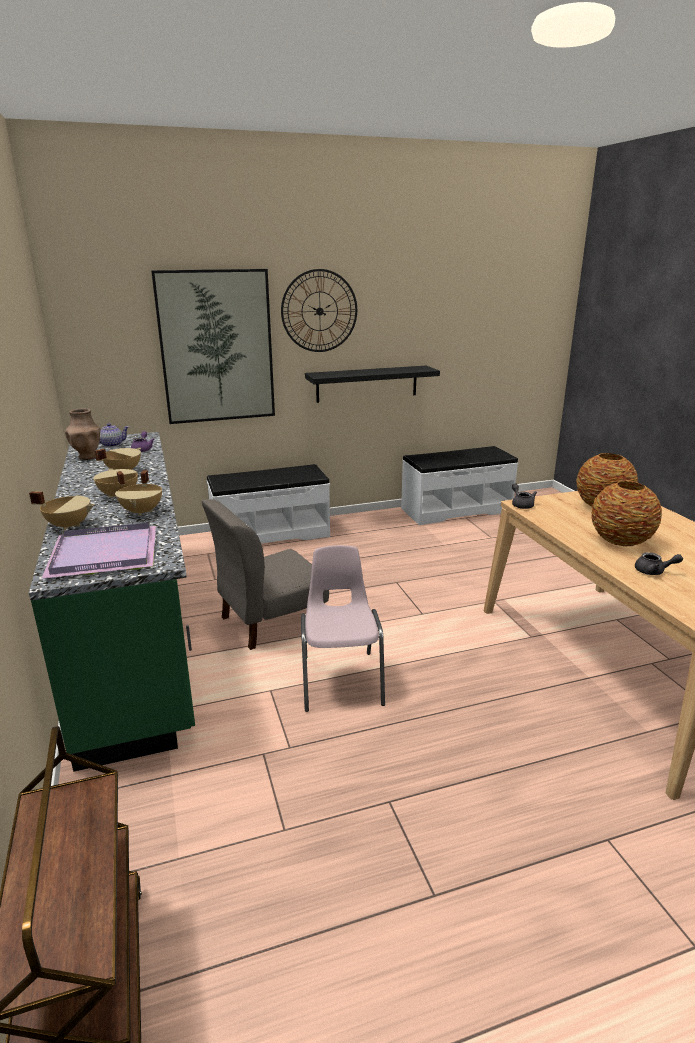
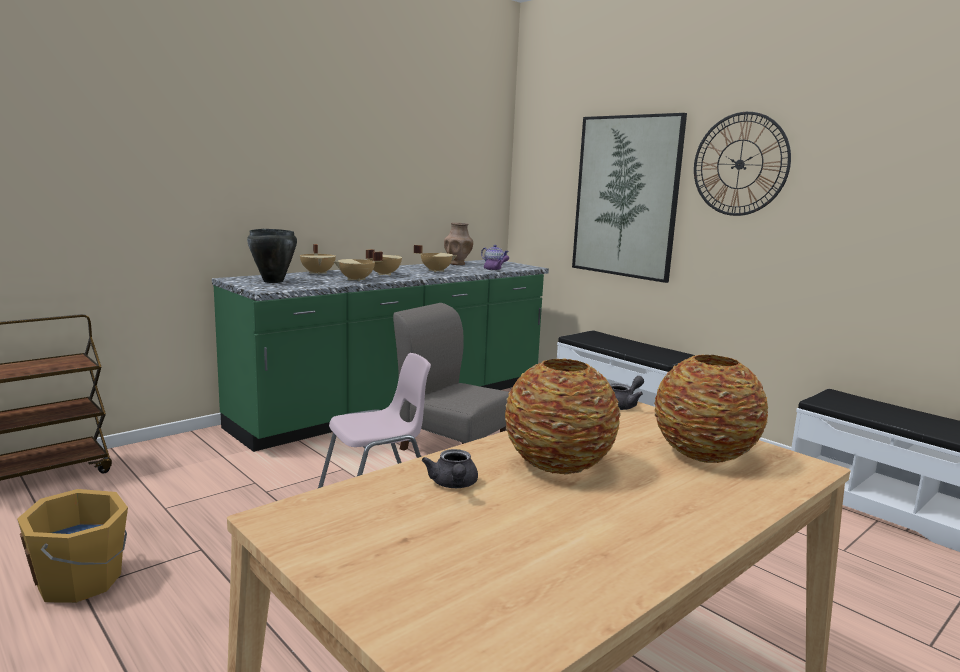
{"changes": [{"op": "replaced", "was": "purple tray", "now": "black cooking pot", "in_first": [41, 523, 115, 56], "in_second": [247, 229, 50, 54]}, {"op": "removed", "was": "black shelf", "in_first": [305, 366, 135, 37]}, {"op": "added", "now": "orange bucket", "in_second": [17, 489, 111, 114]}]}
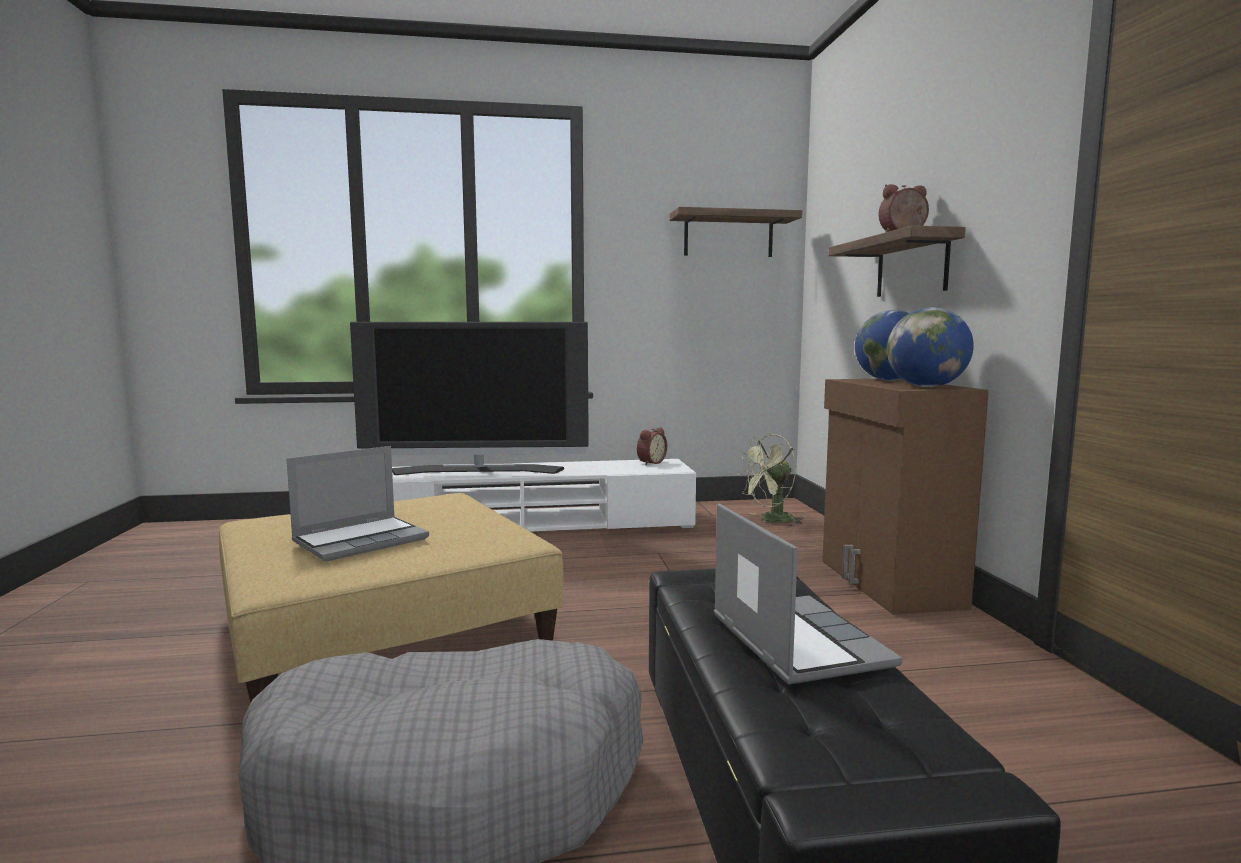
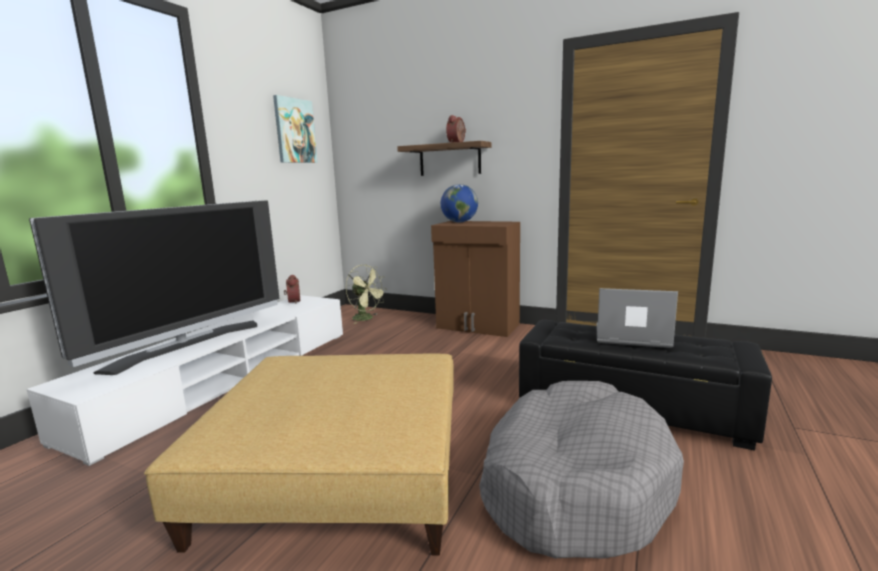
{"changes": [{"op": "removed", "was": "laptop", "in_first": [286, 446, 143, 116]}, {"op": "replaced", "was": "shelf", "now": "picture", "in_first": [670, 207, 132, 50], "in_second": [273, 95, 45, 68]}, {"op": "turned", "was": "green fan", "in_first": [738, 434, 66, 93], "in_second": [346, 265, 41, 59], "clockwise": -60}, {"op": "removed", "was": "globe", "in_first": [887, 308, 87, 79]}]}
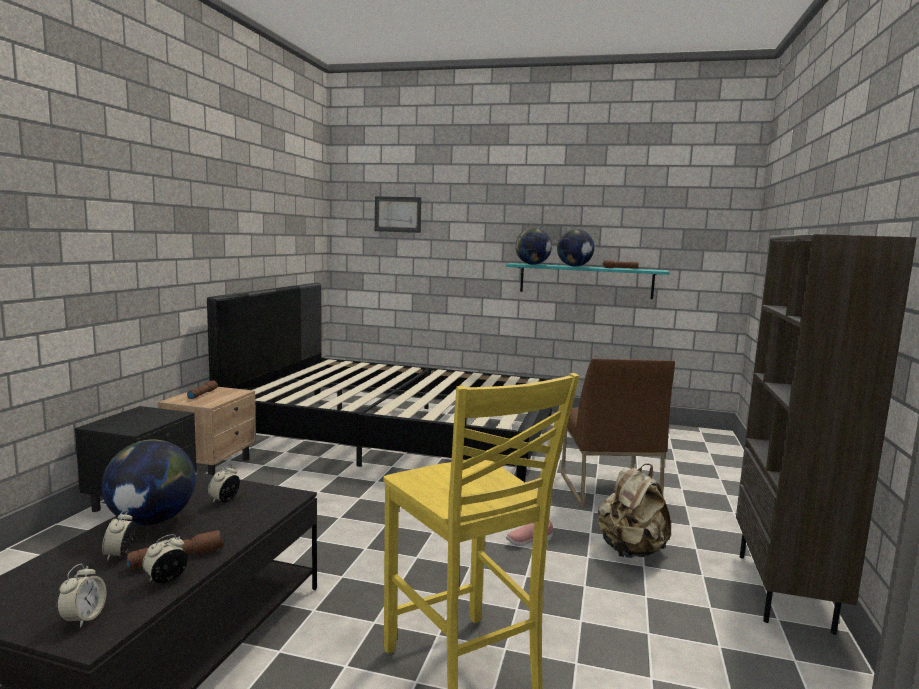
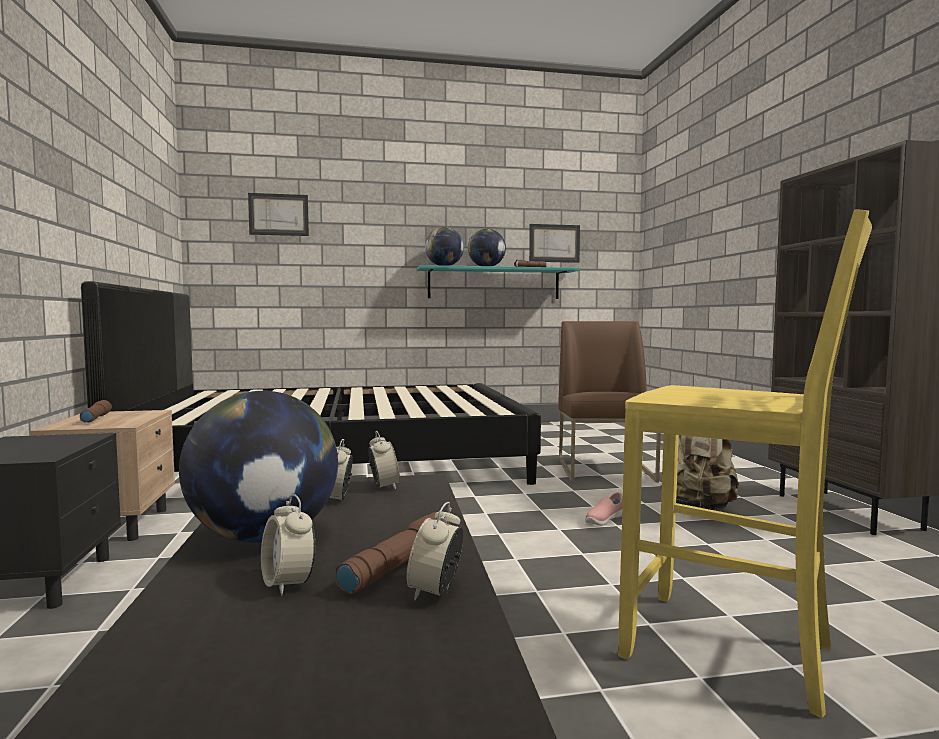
{"changes": [{"op": "moved", "was": "alarm clock", "in_first": [57, 564, 49, 64], "in_second": [368, 431, 32, 59]}, {"op": "turned", "was": "brown chair", "in_first": [561, 358, 114, 150], "in_second": [558, 321, 103, 162], "clockwise": -150}, {"op": "added", "now": "picture", "in_second": [529, 224, 51, 39]}]}
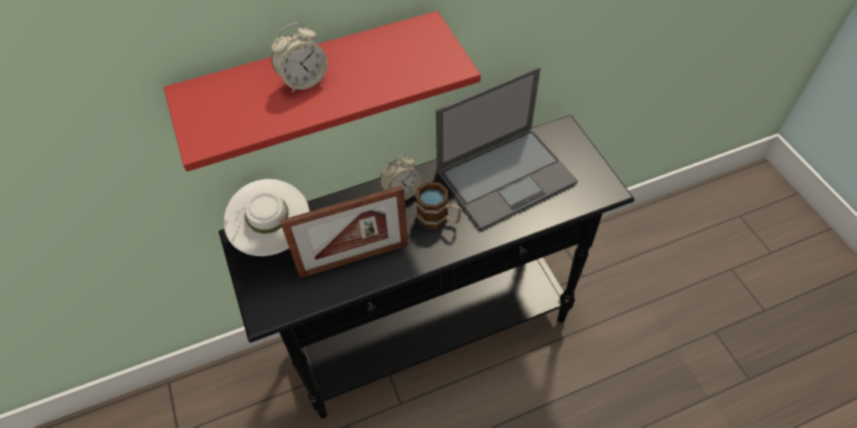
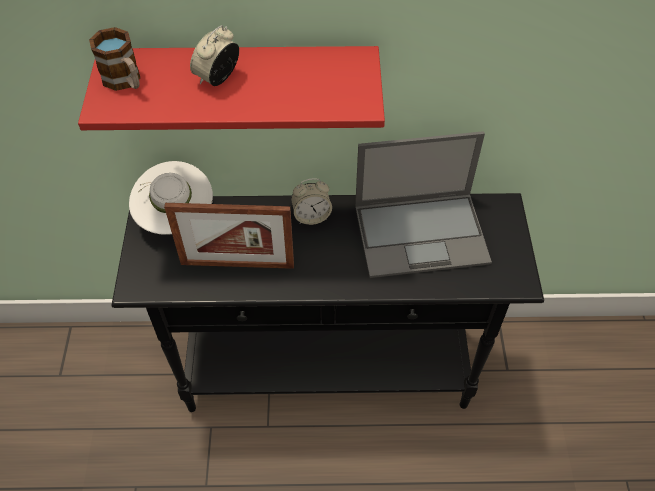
{"changes": [{"op": "turned", "was": "alarm clock", "in_first": [271, 23, 56, 70], "in_second": [190, 25, 49, 61], "clockwise": 135}, {"op": "moved", "was": "mug", "in_first": [416, 182, 46, 47], "in_second": [89, 27, 51, 64]}]}
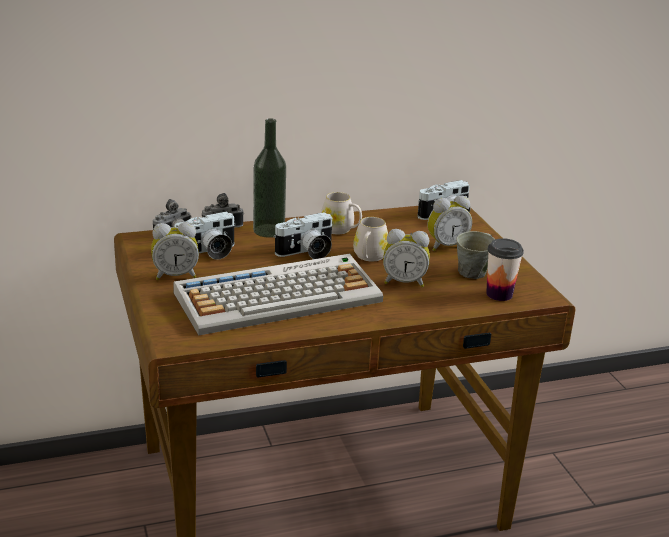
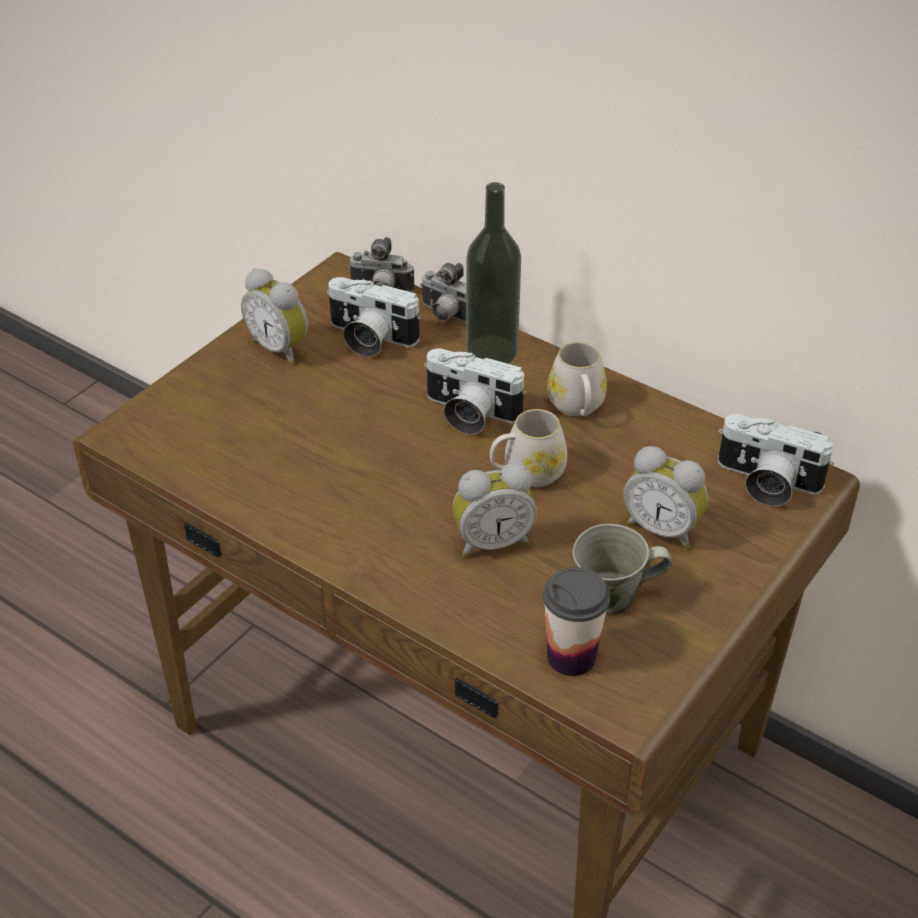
{"changes": [{"op": "removed", "was": "keyboard", "in_first": [173, 254, 210, 82]}, {"op": "turned", "was": "alarm clock", "in_first": [383, 229, 47, 58], "in_second": [452, 463, 85, 94], "clockwise": -75}]}
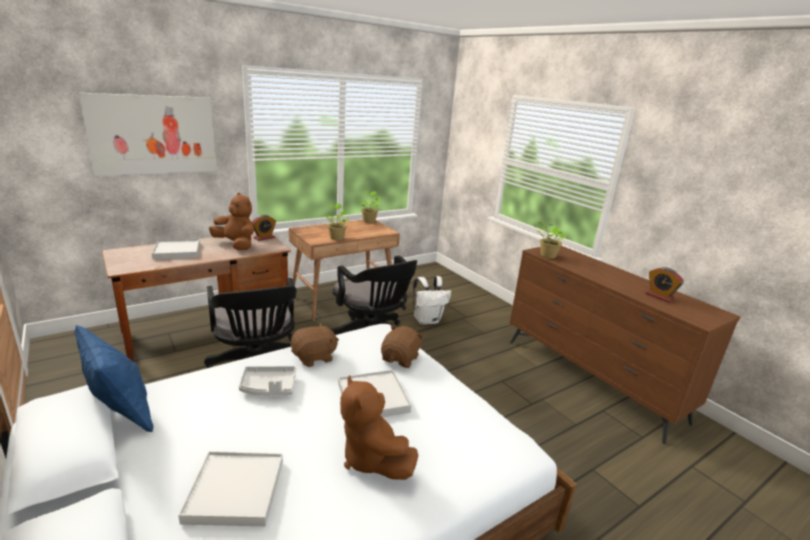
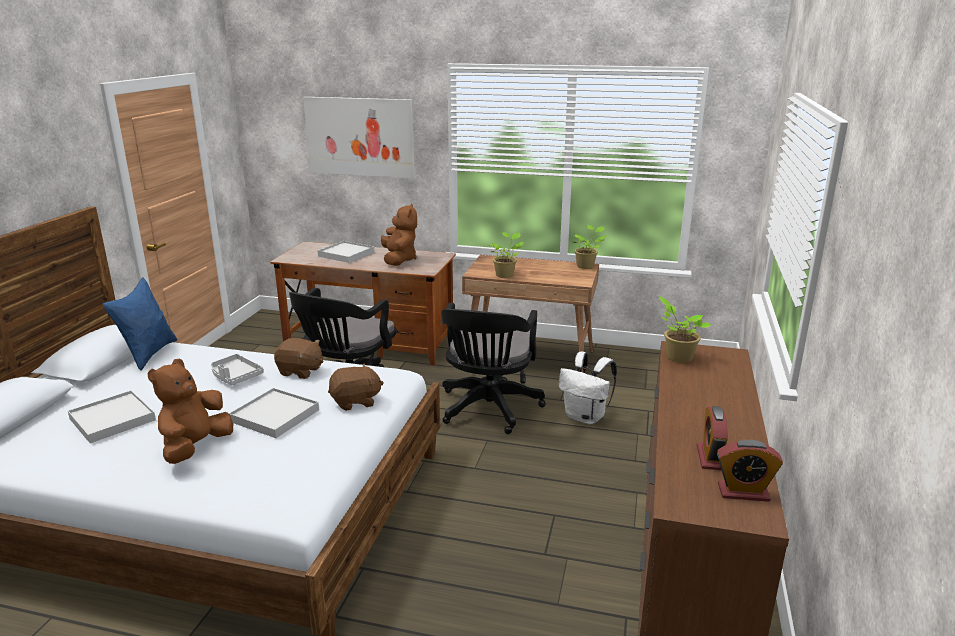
{"changes": [{"op": "moved", "was": "alarm clock", "in_first": [252, 215, 24, 26], "in_second": [717, 440, 66, 62]}]}
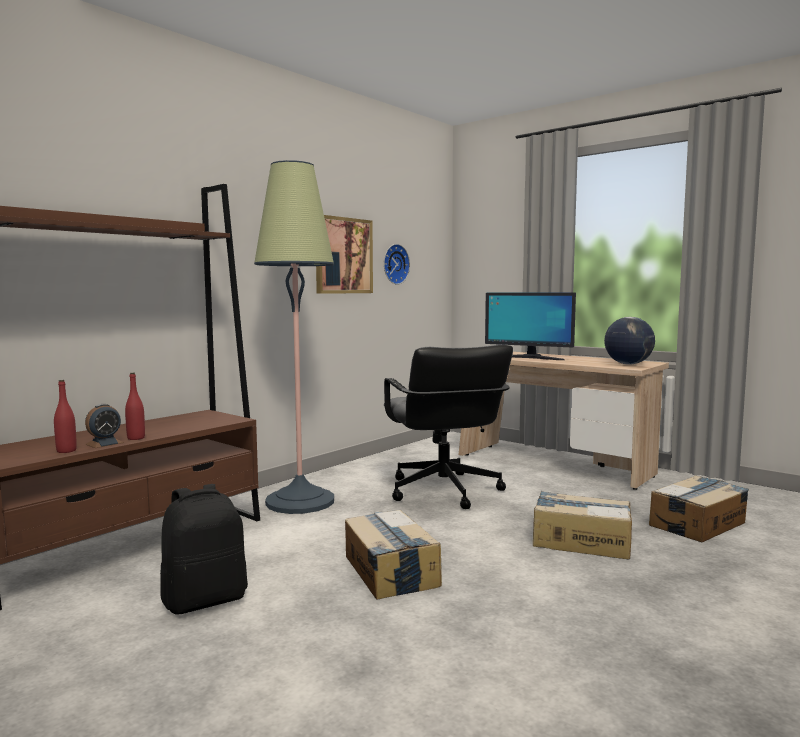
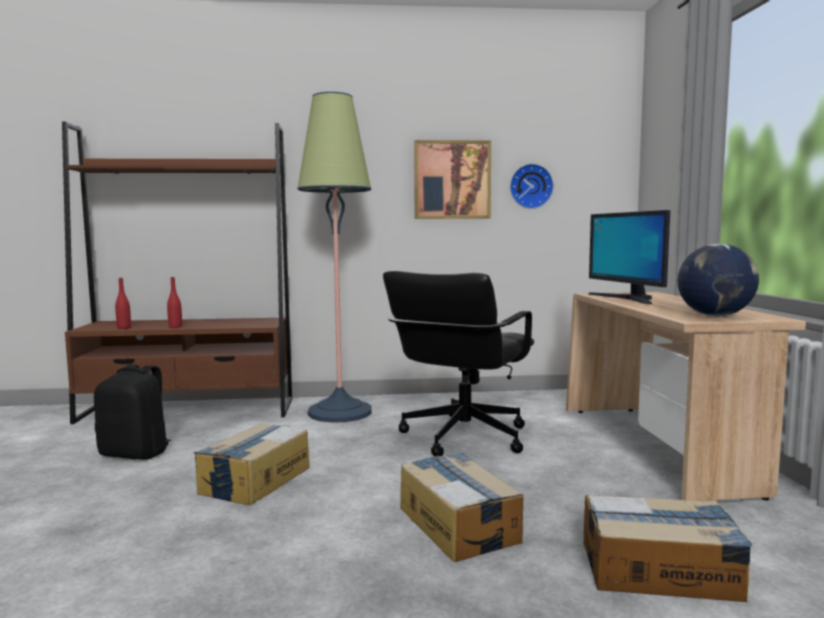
{"changes": [{"op": "removed", "was": "alarm clock", "in_first": [85, 404, 39, 44]}]}
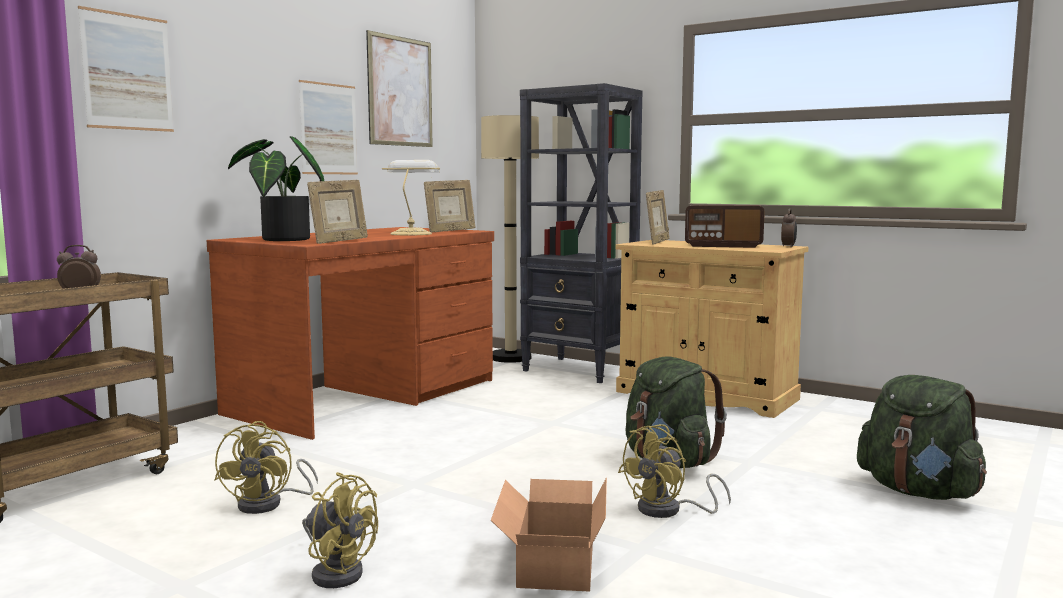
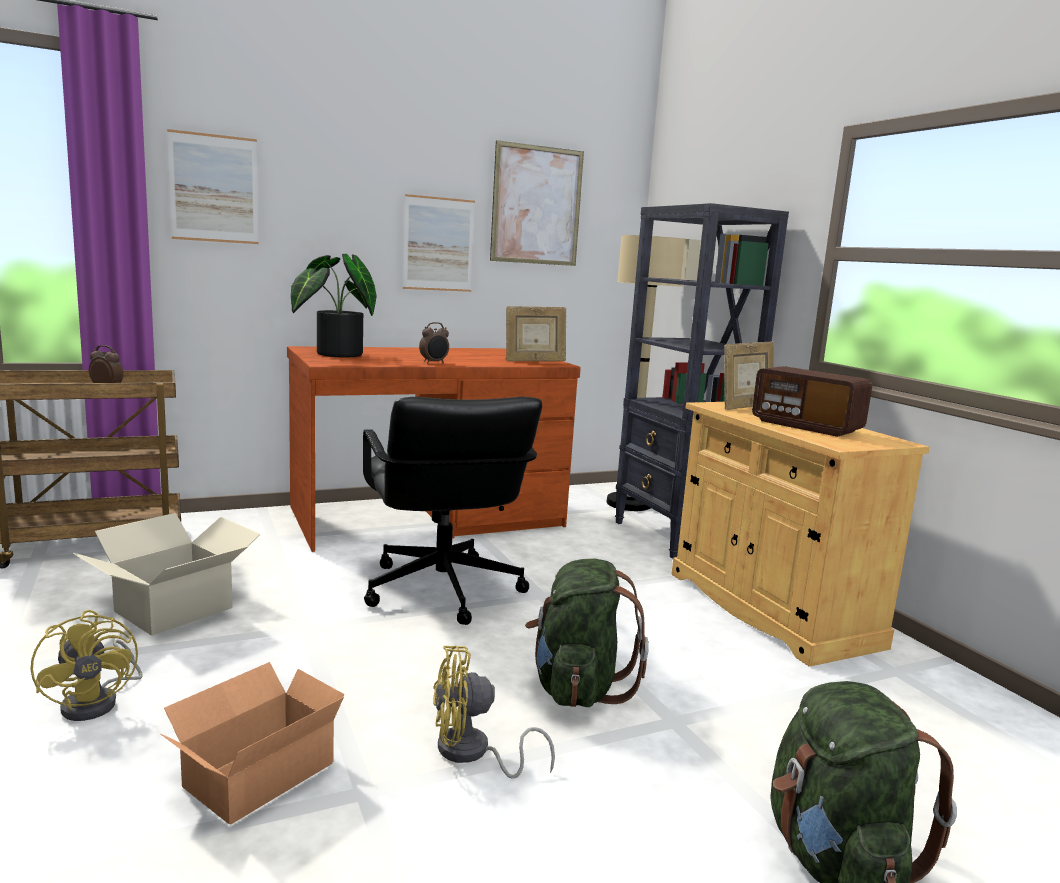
{"changes": [{"op": "replaced", "was": "yellow fan", "now": "cardboard box", "in_first": [214, 421, 104, 93], "in_second": [73, 513, 188, 123]}, {"op": "removed", "was": "picture frame", "in_first": [307, 180, 61, 64]}, {"op": "removed", "was": "table lamp", "in_first": [382, 160, 58, 76]}, {"op": "moved", "was": "alarm clock", "in_first": [781, 209, 16, 38], "in_second": [419, 322, 30, 41]}, {"op": "added", "now": "black office chair", "in_second": [363, 397, 179, 228]}]}
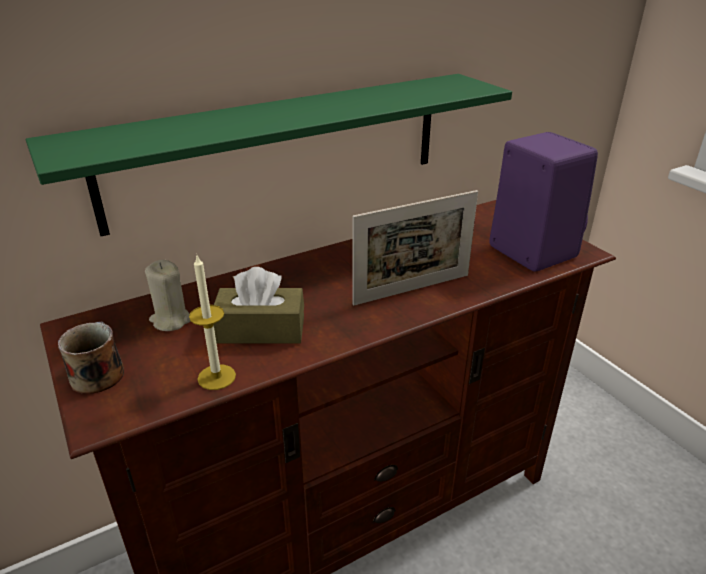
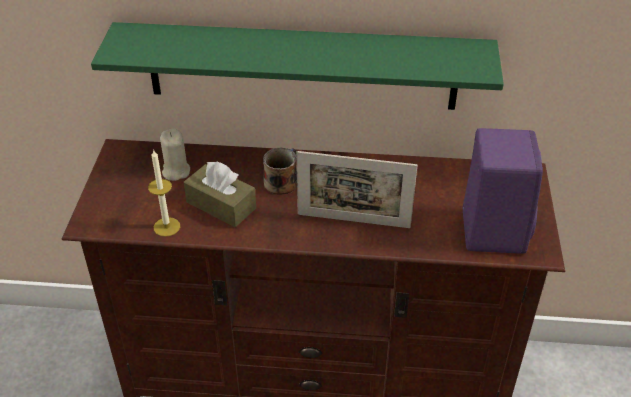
{"changes": [{"op": "moved", "was": "mug", "in_first": [58, 322, 66, 72], "in_second": [263, 148, 34, 47]}]}
